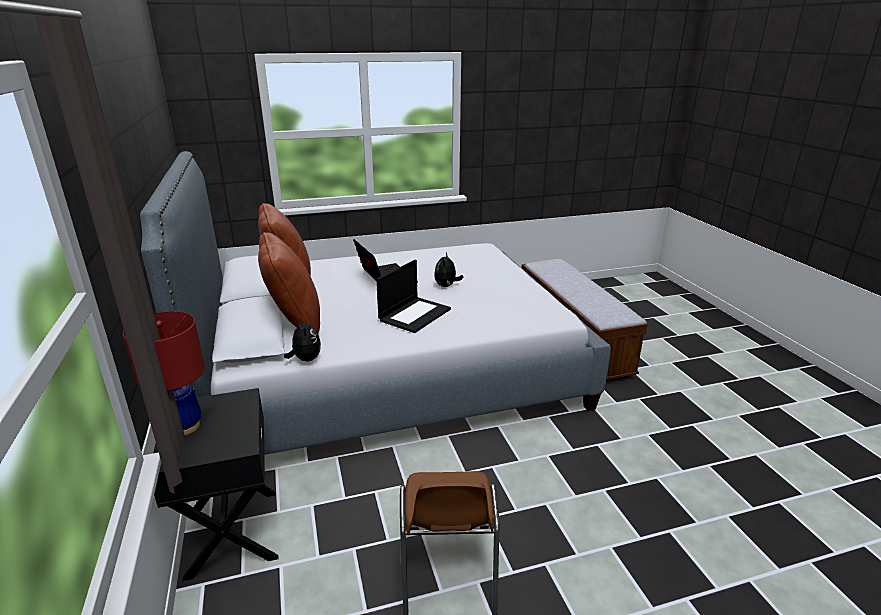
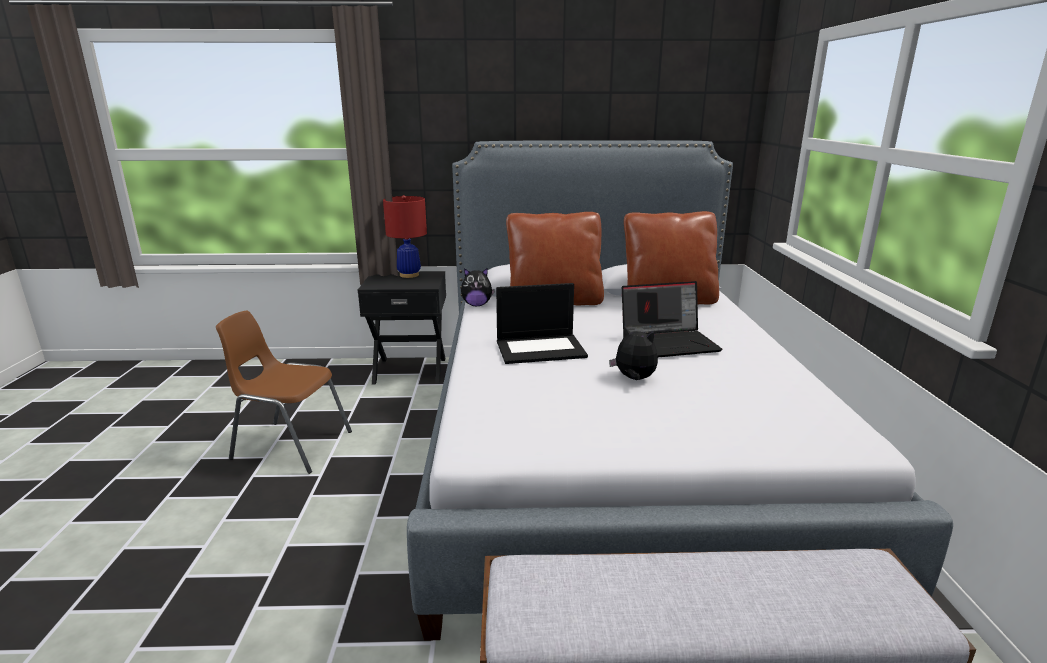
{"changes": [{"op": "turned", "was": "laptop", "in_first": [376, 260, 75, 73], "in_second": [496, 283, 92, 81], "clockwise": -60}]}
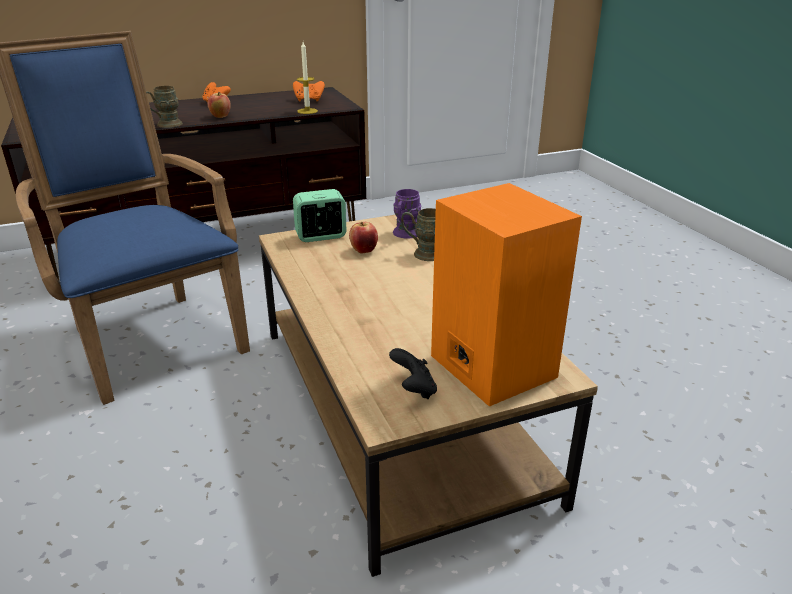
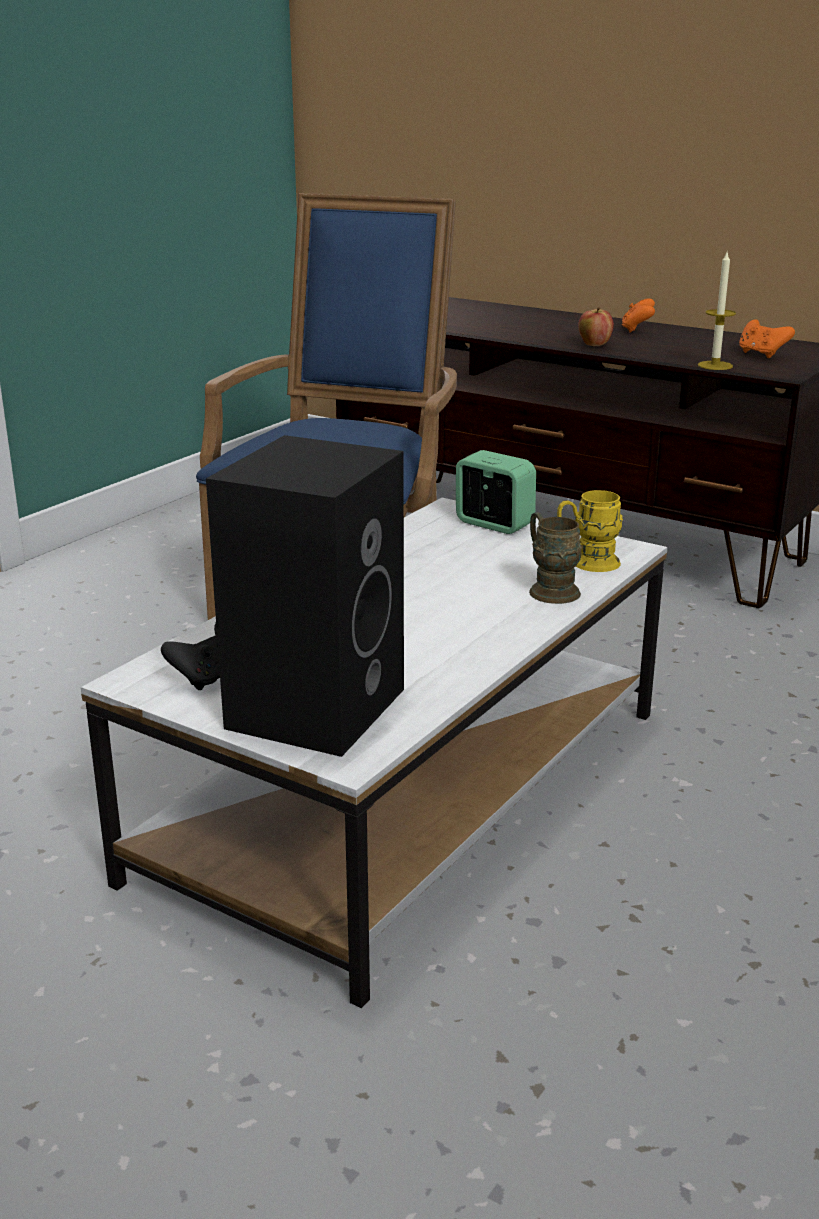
{"changes": [{"op": "removed", "was": "brown mug", "in_first": [146, 86, 37, 42]}, {"op": "recoloured", "was": "brown coffee table", "now": "white coffee table", "in_first": [259, 215, 339, 362], "in_second": [81, 498, 586, 510]}, {"op": "removed", "was": "apple", "in_first": [349, 222, 29, 32]}, {"op": "recoloured", "was": "purple mug", "now": "yellow mug", "in_first": [393, 189, 29, 49], "in_second": [557, 490, 66, 82]}, {"op": "recoloured", "was": "orange speaker", "now": "black speaker", "in_first": [431, 183, 151, 223], "in_second": [206, 435, 198, 322]}]}
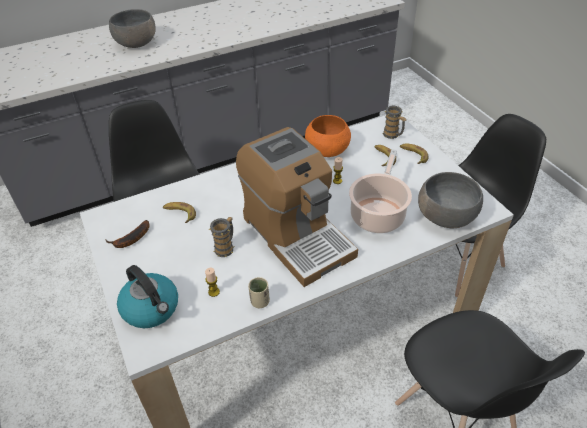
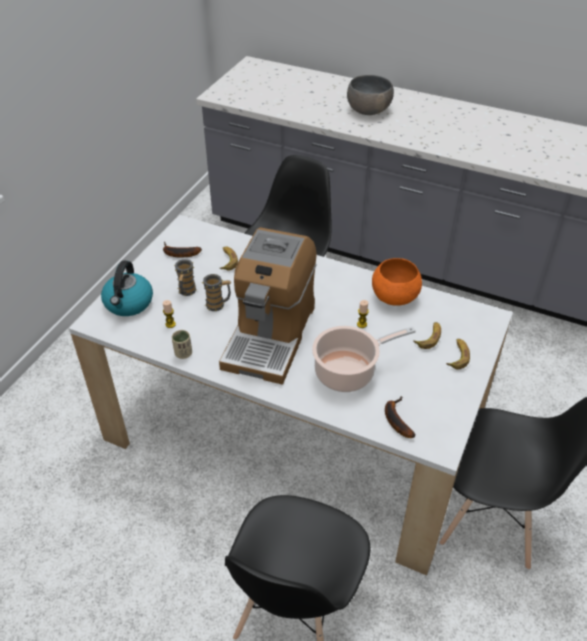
{"changes": [{"op": "moved", "was": "mug", "in_first": [382, 106, 24, 33], "in_second": [174, 259, 23, 37]}, {"op": "replaced", "was": "grey bowl", "now": "banana", "in_first": [418, 172, 65, 56], "in_second": [385, 396, 31, 42]}]}
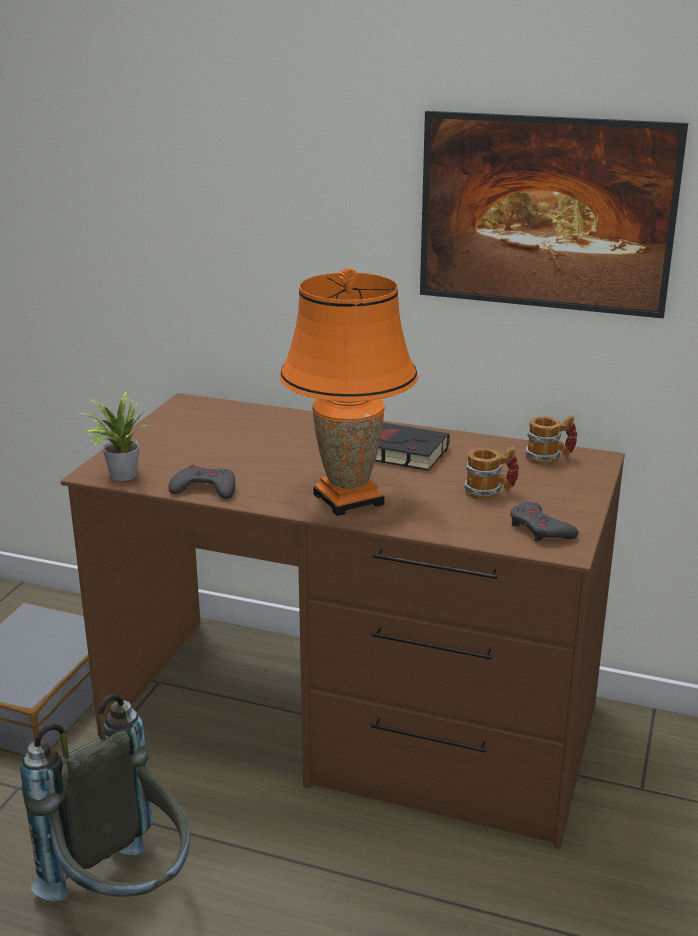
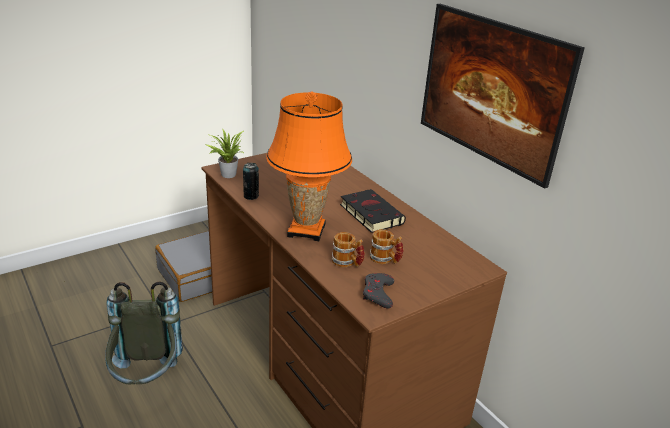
{"changes": [{"op": "replaced", "was": "grey game controller", "now": "can", "in_first": [168, 465, 67, 34], "in_second": [243, 163, 16, 37]}, {"op": "moved", "was": "mug", "in_first": [525, 415, 52, 50], "in_second": [332, 232, 33, 35]}]}
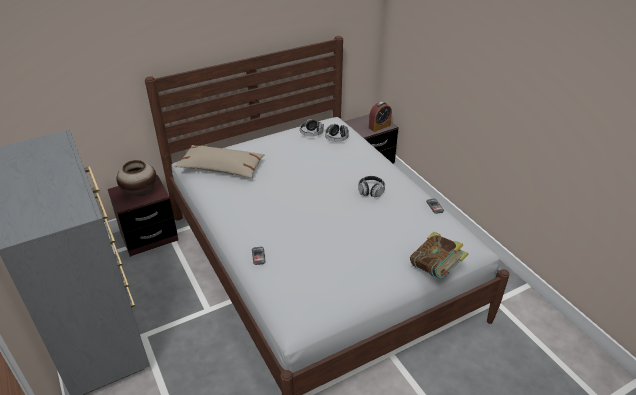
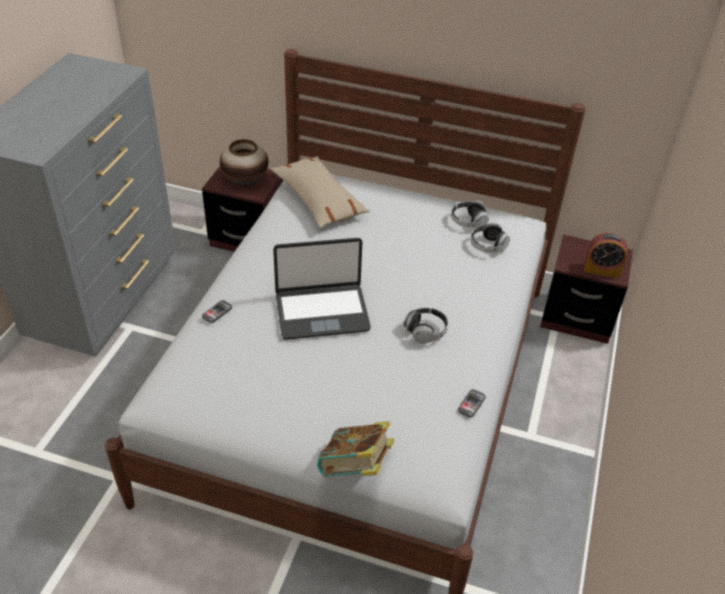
{"changes": [{"op": "added", "now": "laptop", "in_second": [273, 238, 98, 102]}]}
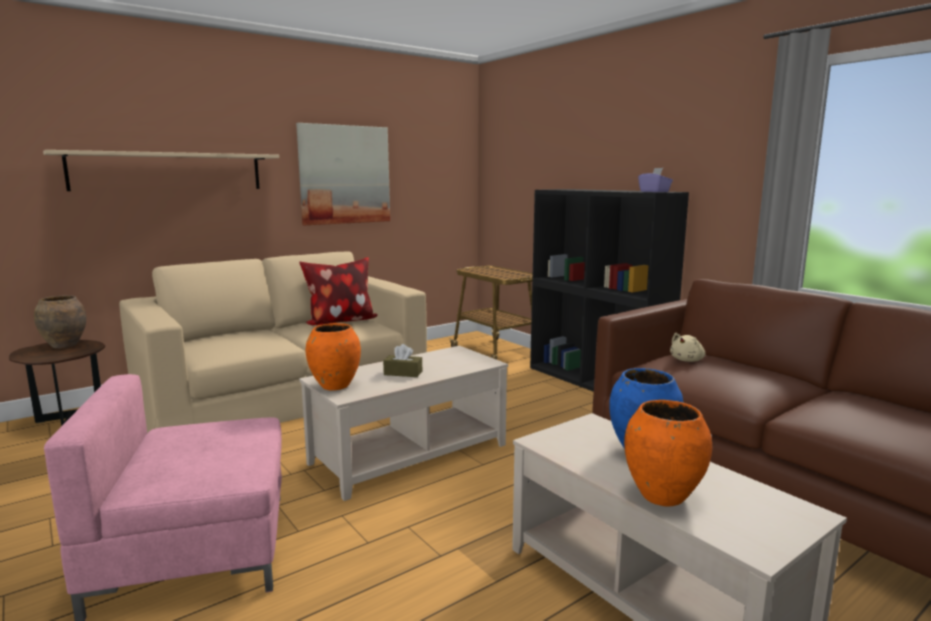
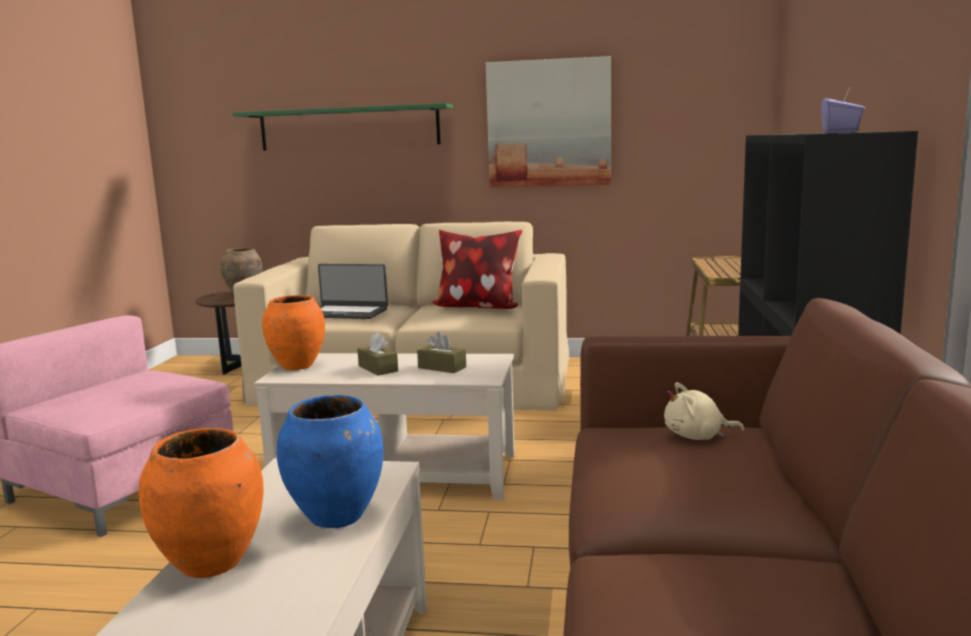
{"changes": [{"op": "recoloured", "was": "beige shelf", "now": "green shelf", "in_first": [43, 150, 236, 41], "in_second": [232, 103, 221, 48]}, {"op": "added", "now": "laptop", "in_second": [318, 264, 70, 55]}, {"op": "added", "now": "brown tissue box", "in_second": [417, 332, 49, 41]}]}
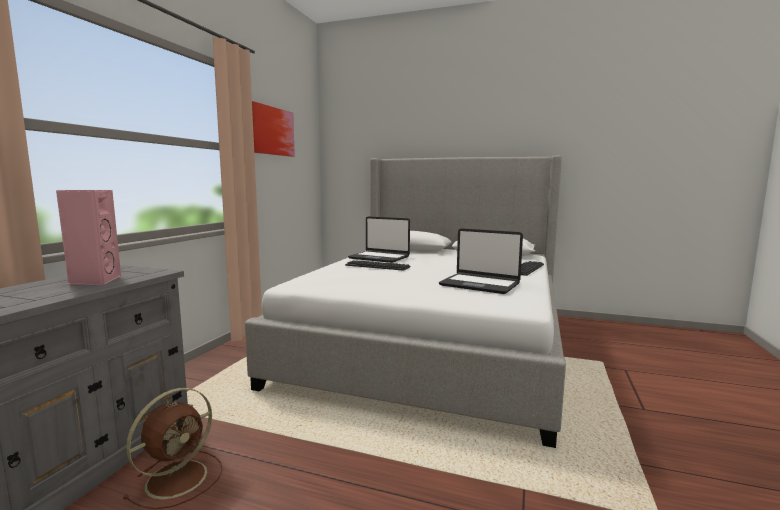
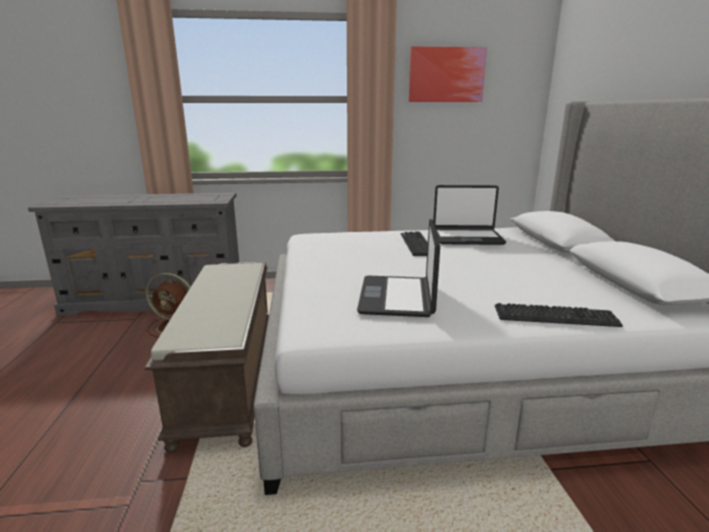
{"changes": [{"op": "removed", "was": "pink speaker", "in_first": [56, 190, 65, 95]}, {"op": "turned", "was": "laptop", "in_first": [348, 217, 62, 46], "in_second": [433, 185, 73, 60], "clockwise": -90}, {"op": "added", "now": "brown bench", "in_second": [144, 262, 125, 191]}]}
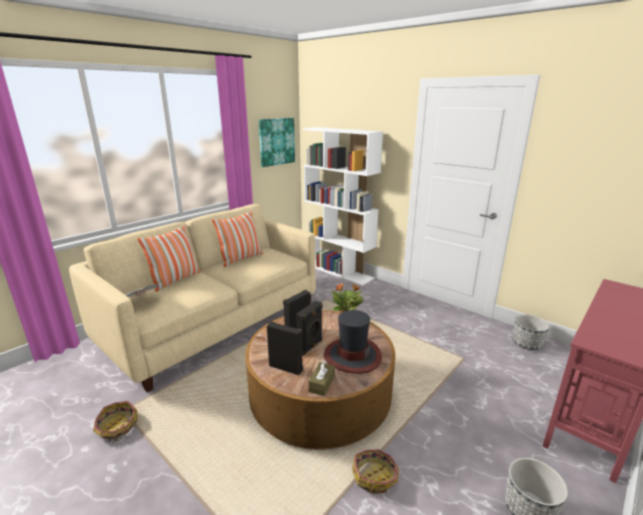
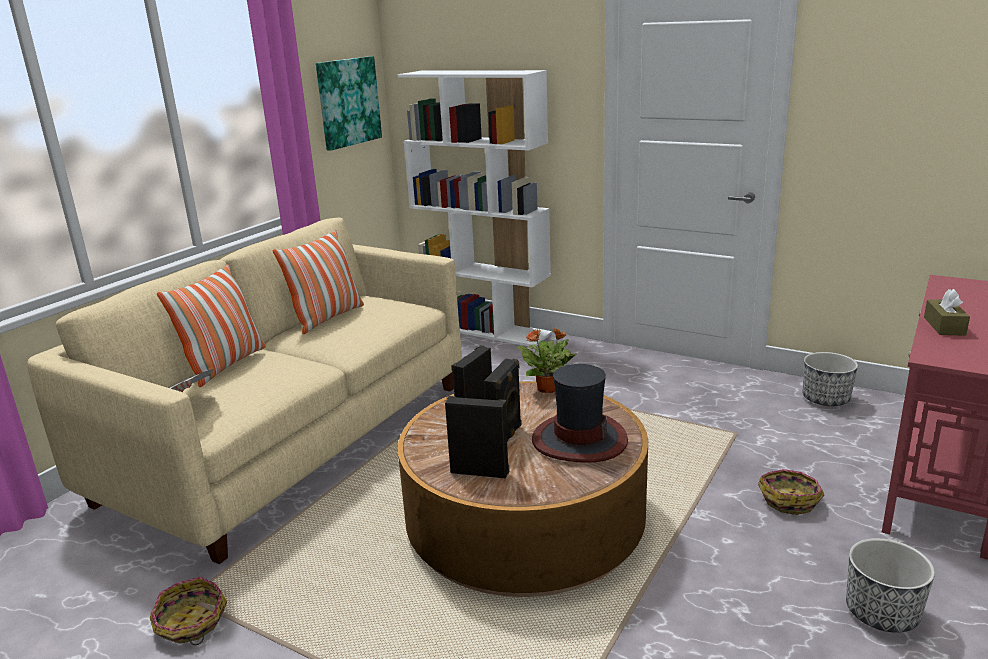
{"changes": [{"op": "moved", "was": "brown tissue box", "in_first": [308, 361, 27, 35], "in_second": [924, 289, 46, 47]}, {"op": "moved", "was": "basket", "in_first": [352, 449, 47, 45], "in_second": [758, 469, 66, 46]}]}
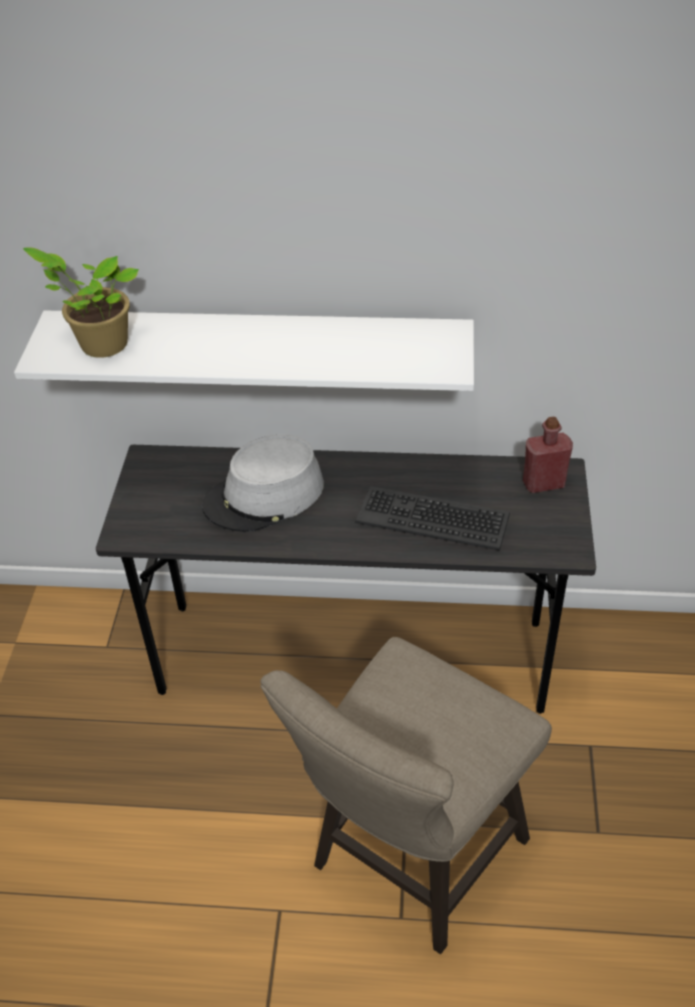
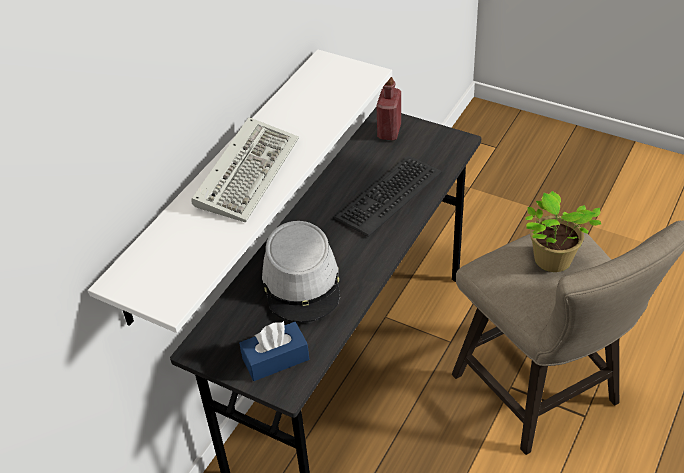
{"changes": [{"op": "moved", "was": "potted plant", "in_first": [23, 247, 116, 111], "in_second": [525, 191, 76, 81]}, {"op": "added", "now": "keyboard", "in_second": [191, 117, 108, 105]}, {"op": "added", "now": "blue tissue box", "in_second": [239, 321, 70, 60]}]}
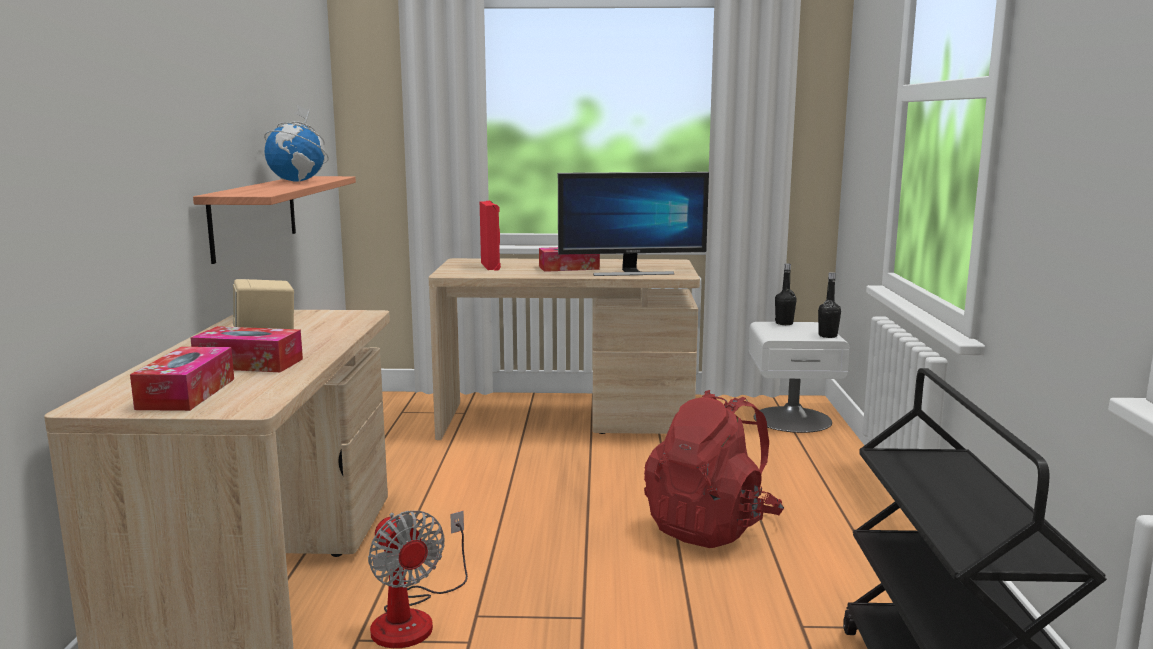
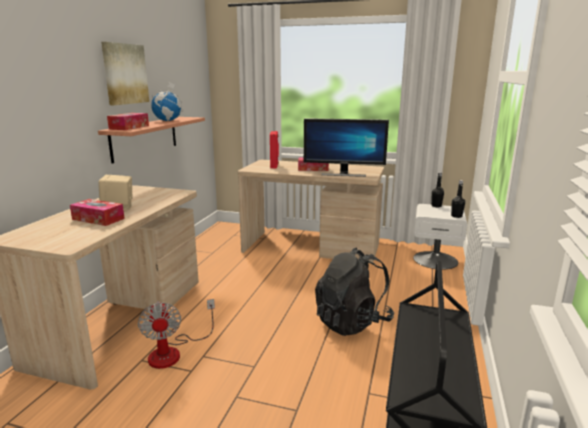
{"changes": [{"op": "moved", "was": "tissue box", "in_first": [130, 347, 104, 64], "in_second": [107, 113, 42, 17]}, {"op": "recoloured", "was": "red backpack", "now": "black backpack", "in_first": [644, 390, 140, 158], "in_second": [315, 248, 79, 88]}, {"op": "added", "now": "picture", "in_second": [101, 42, 48, 63]}]}
